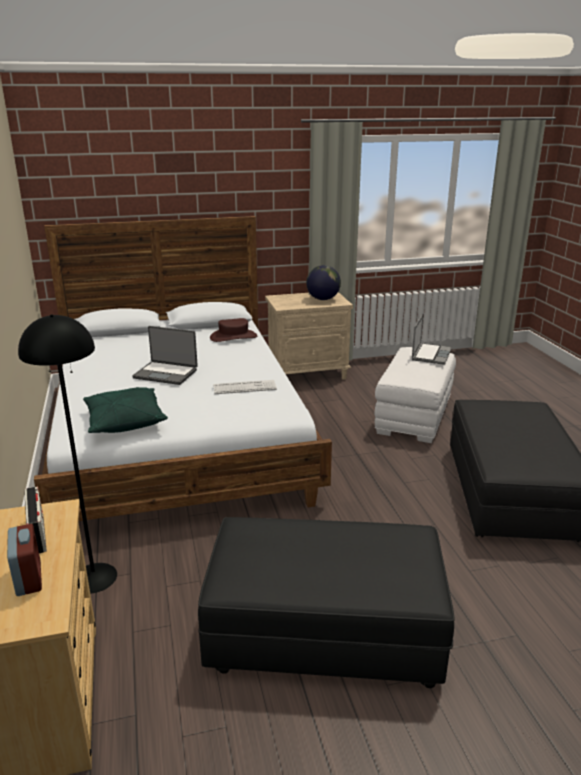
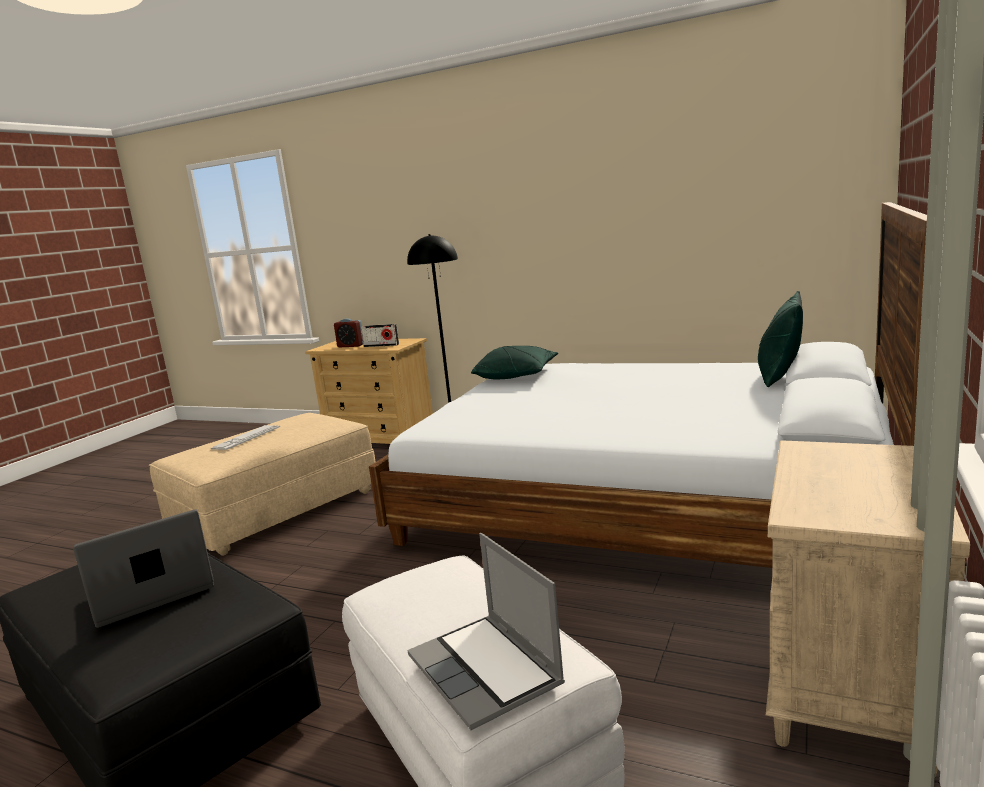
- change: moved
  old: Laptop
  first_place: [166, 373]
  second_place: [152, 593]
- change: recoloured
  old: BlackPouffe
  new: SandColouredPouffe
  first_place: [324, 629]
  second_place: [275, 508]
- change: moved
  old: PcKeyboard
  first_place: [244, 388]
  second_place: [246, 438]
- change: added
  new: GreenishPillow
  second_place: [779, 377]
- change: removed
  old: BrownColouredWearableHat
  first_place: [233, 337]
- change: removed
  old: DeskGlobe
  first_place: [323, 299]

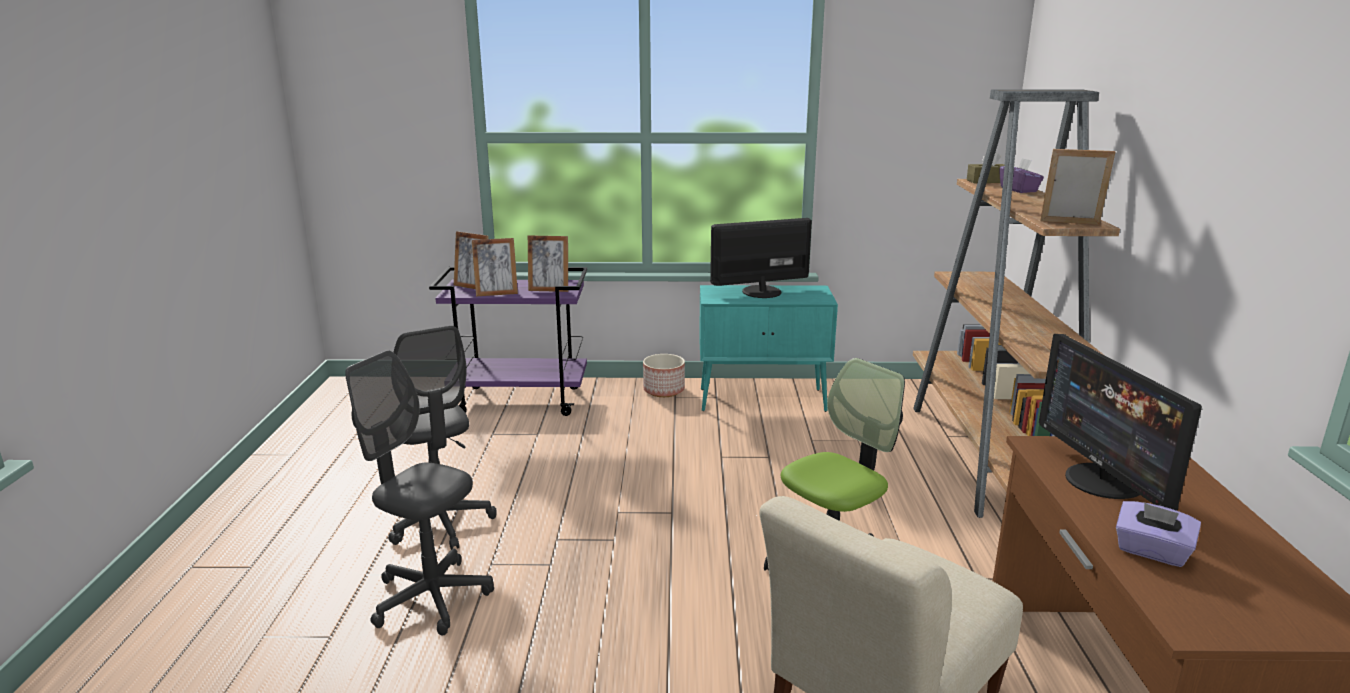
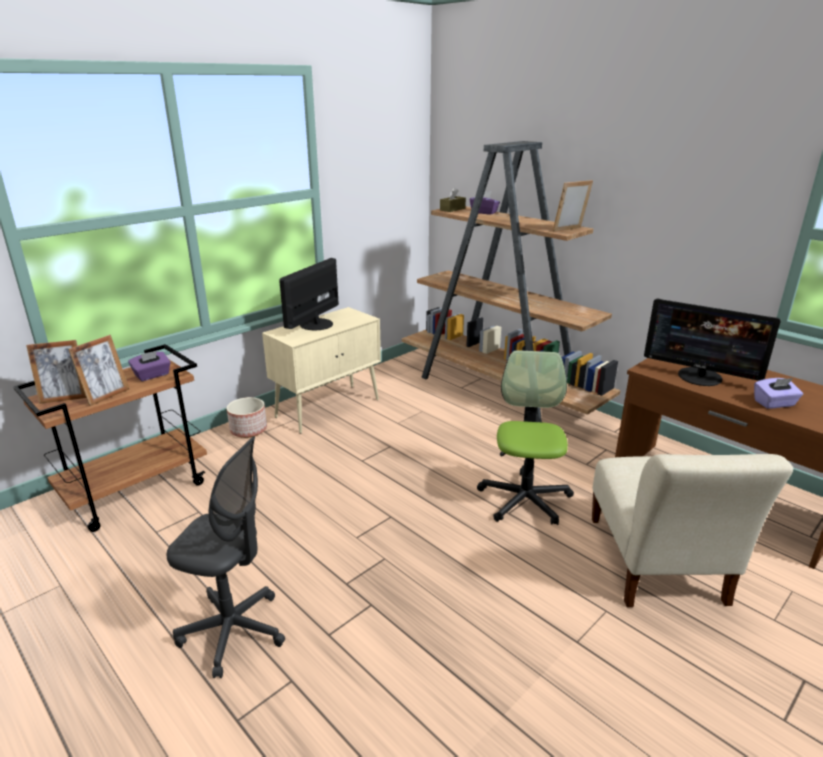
- change: recoloured
  old: PurpleColouredWheeledCart
  new: BrownColouredWheeledCart
  first_place: [521, 400]
  second_place: [137, 491]
- change: replaced
  old: PhotoFrame
  new: PurpleColouredTissueBox
  first_place: [549, 289]
  second_place: [152, 375]
- change: recoloured
  old: BlueGreenCabinet
  new: SandColouredCabinet
  first_place: [763, 400]
  second_place: [329, 408]
- change: removed
  old: GrayComputerChair
  first_place: [431, 598]

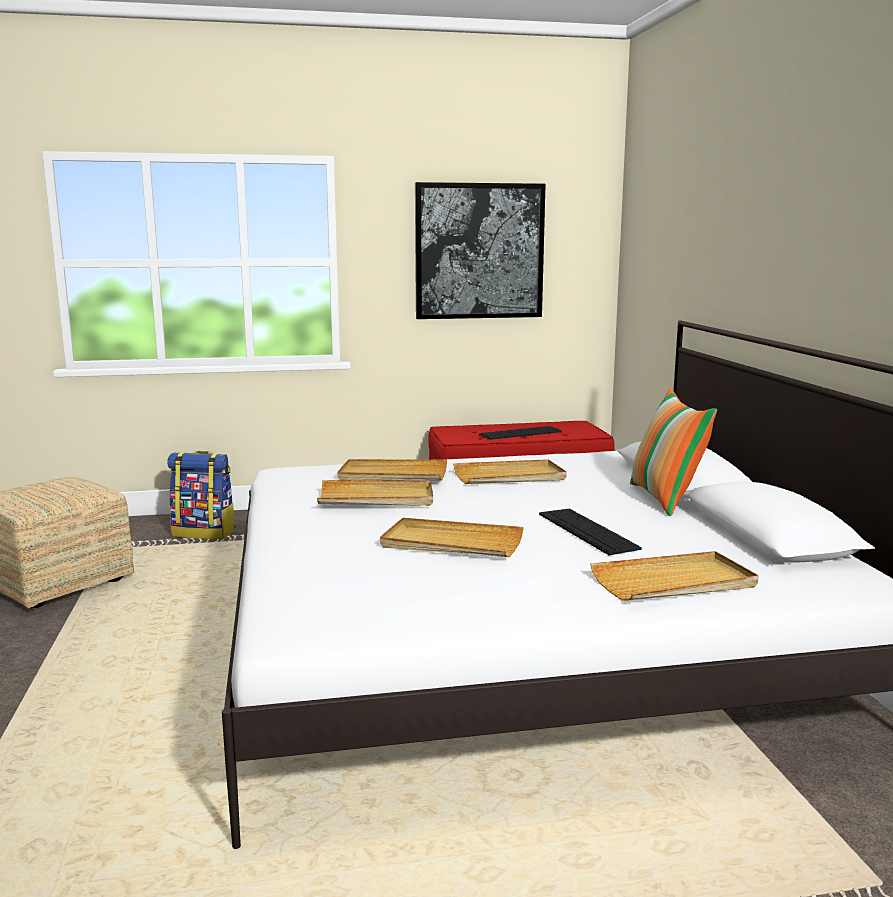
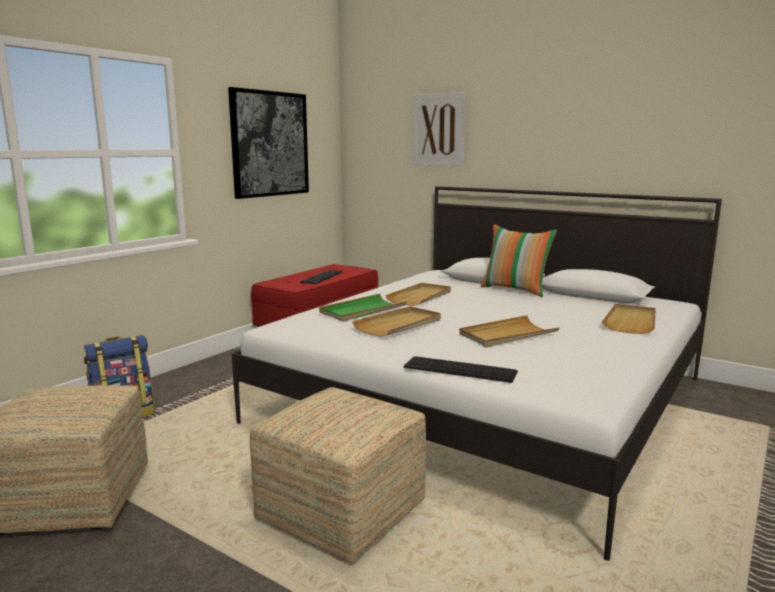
- change: added
  new: Pouffe
  second_place: [343, 514]
- change: recoloured
  old: SandColouredTray
  new: GreenishTray
  first_place: [392, 475]
  second_place: [362, 311]
- change: moved
  old: PcKeyboard
  first_place: [587, 531]
  second_place: [460, 369]
- change: added
  new: WallArt
  second_place: [439, 130]

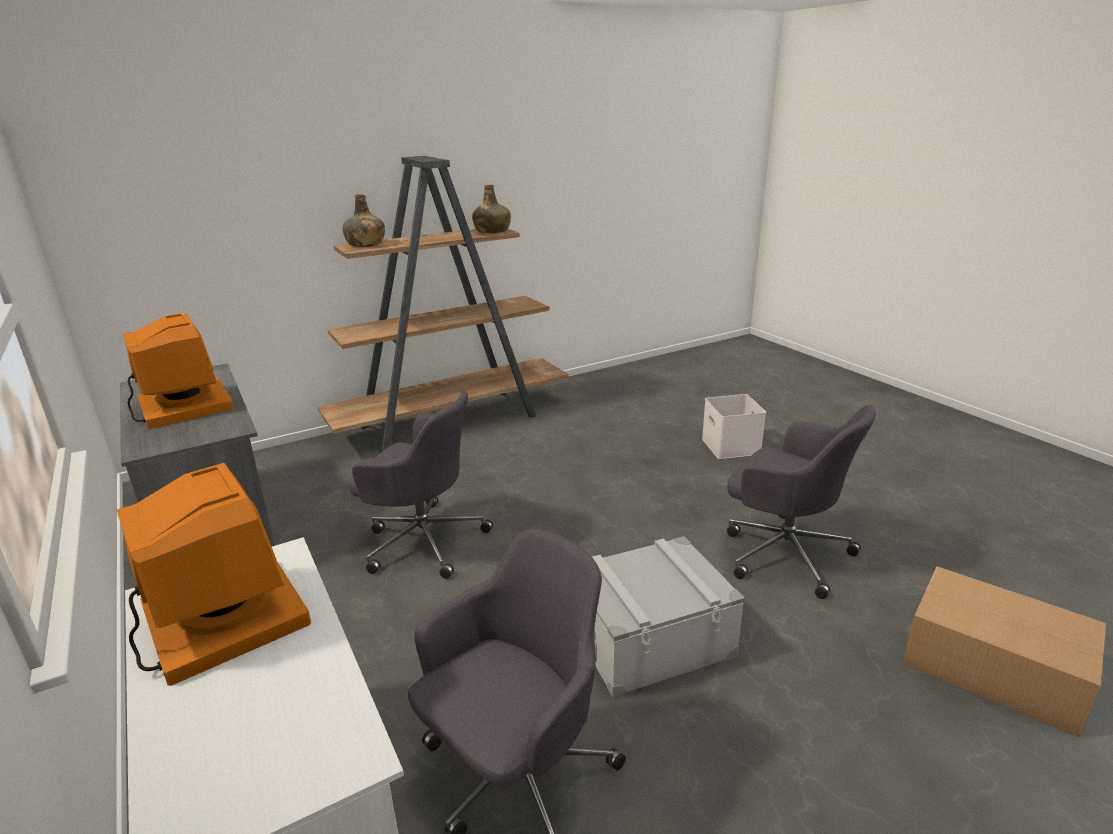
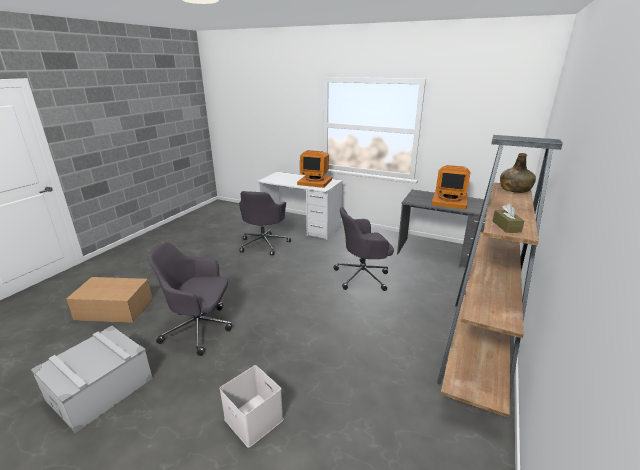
- change: moved
  old: GrayStorageContainer
  first_place: [650, 638]
  second_place: [100, 389]
- change: replaced
  old: GreenishBeverageBottle
  new: BrownColouredTissueBox
  first_place: [492, 231]
  second_place: [506, 226]

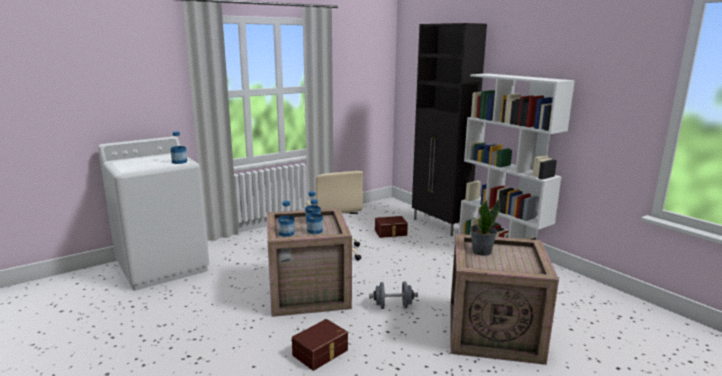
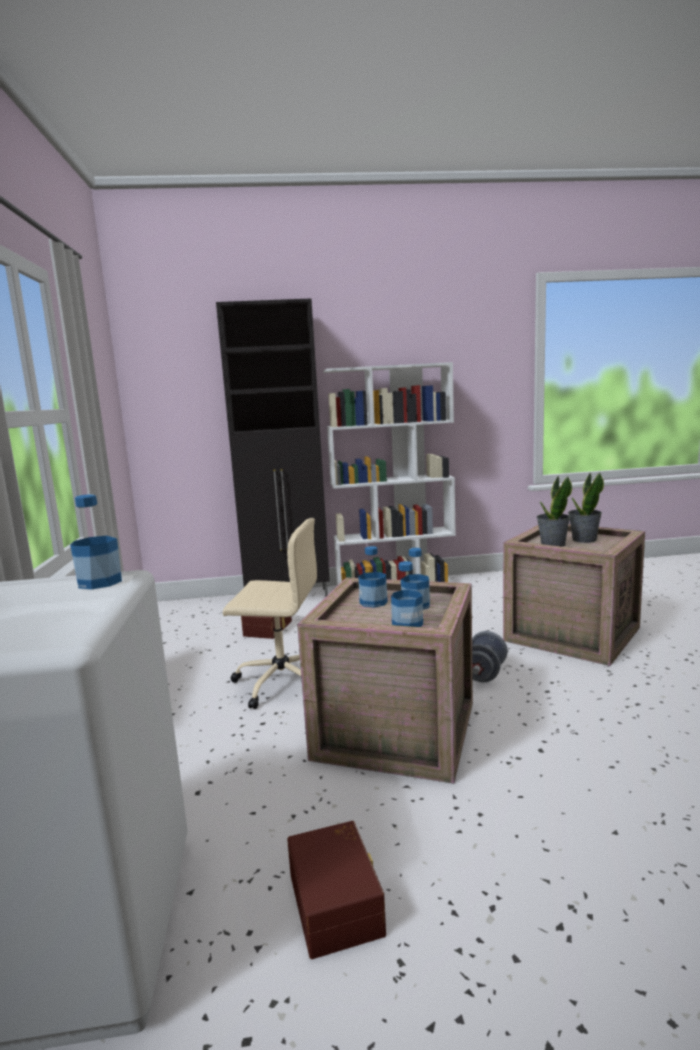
- change: moved
  old: BrownColouredStorageContainer
  first_place: [321, 353]
  second_place: [338, 902]
- change: added
  new: PlantInAPot
  second_place: [584, 540]

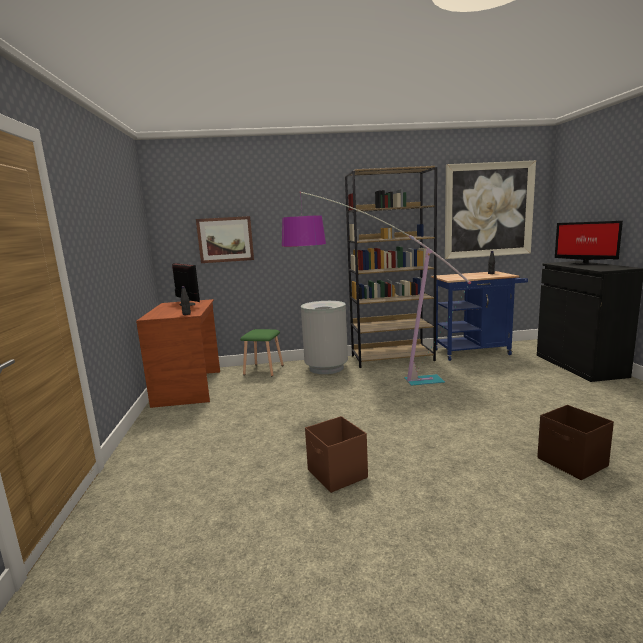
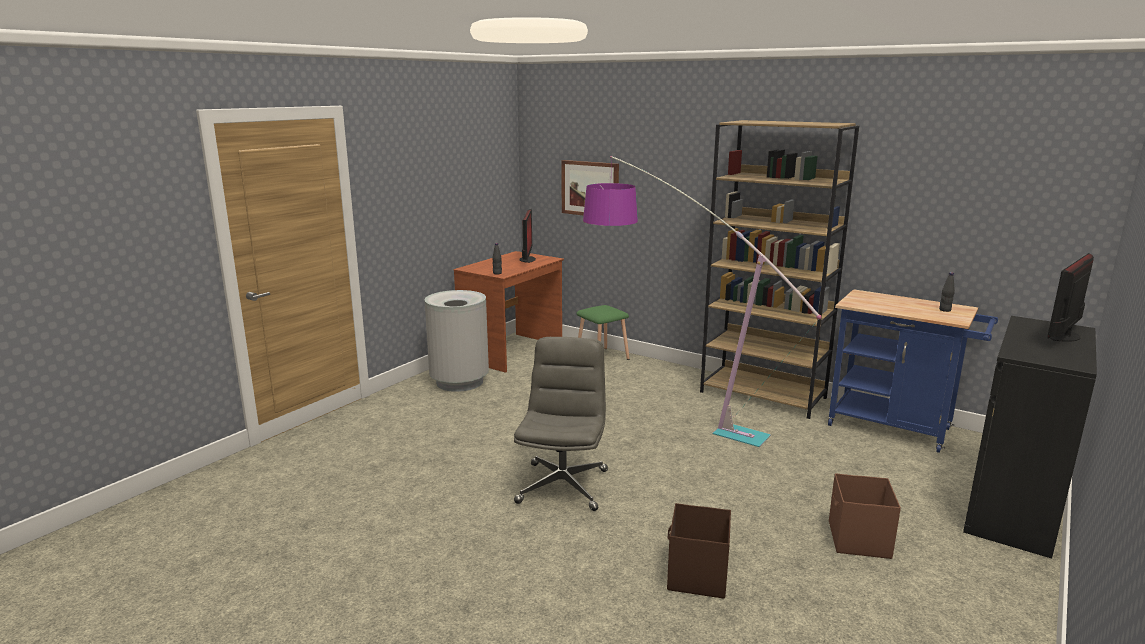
- change: moved
  old: GrayWasteBin
  first_place: [326, 368]
  second_place: [459, 382]
- change: added
  new: GrayComputerChair
  second_place: [562, 485]
- change: moved
  old: BrownColouredStorageContainer
  first_place: [337, 474]
  second_place: [858, 540]
- change: turned
  old: Monitor
  first_place: [584, 263]
  second_place: [1064, 336]
  degrees: 45
- change: removed
  old: WallArt
  first_place: [488, 210]

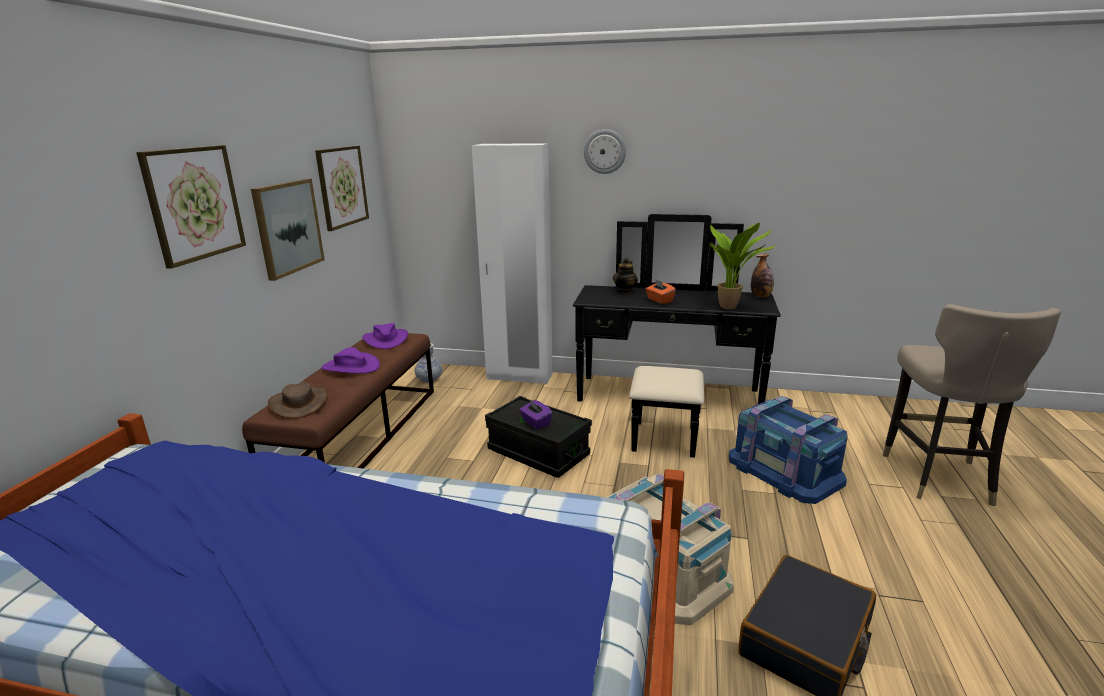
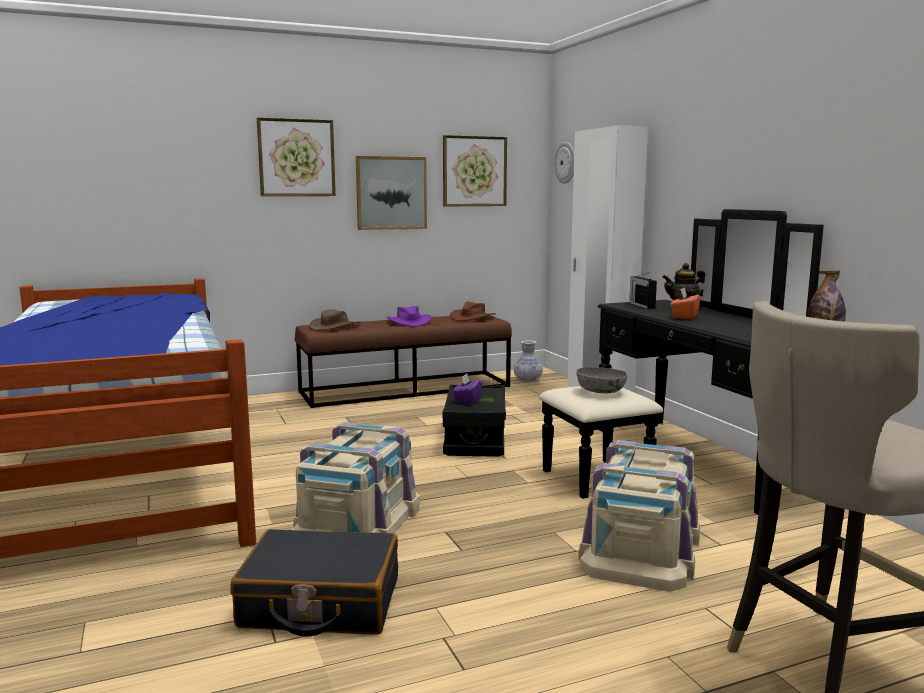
- change: recoloured
  old: PurpleColouredWearableHat
  new: BrownColouredWearableHat
  first_place: [385, 340]
  second_place: [472, 317]
- change: moved
  old: ClockOnTheWall
  first_place: [605, 151]
  second_place: [566, 163]
- change: added
  new: GrayBowl
  second_place: [601, 391]
- change: recoloured
  old: BlueStorageContainer
  new: SandColouredStorageContainer
  first_place: [784, 470]
  second_place: [639, 548]
- change: added
  new: RadioSet
  second_place: [641, 305]
- change: removed
  old: PlantInAPot
  first_place: [731, 307]

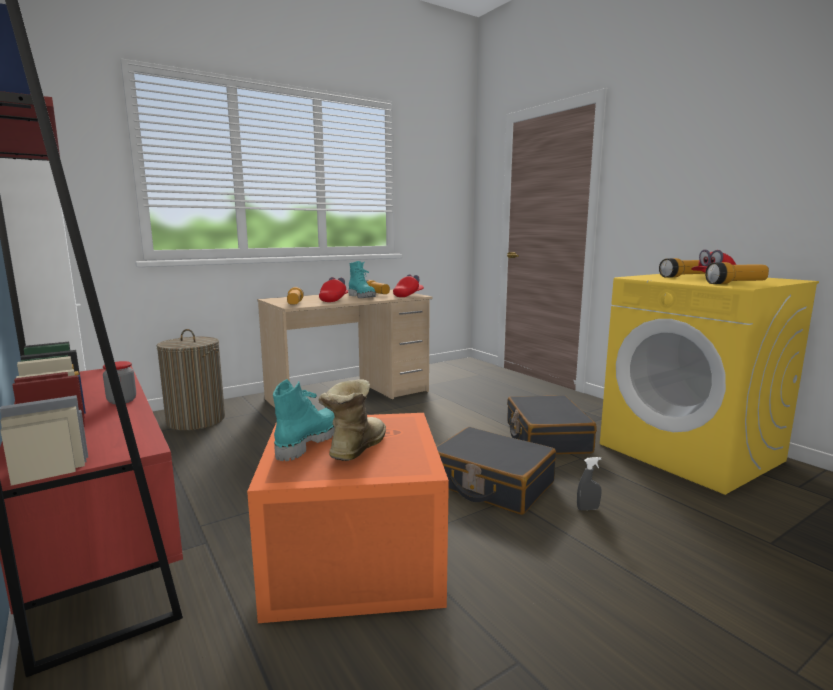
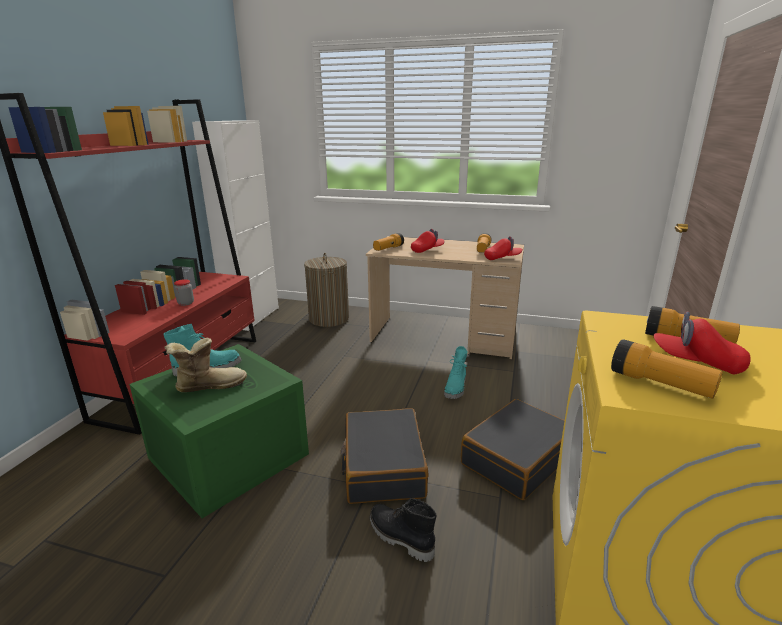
- change: recoloured
  old: OrangeColouredStorageContainer
  new: GreenishStorageContainer
  first_place: [351, 559]
  second_place: [226, 456]
- change: replaced
  old: GraySprayBottle
  new: BlackBoot
  first_place: [588, 509]
  second_place: [399, 538]
- change: moved
  old: BlueGreenBoot
  first_place: [362, 297]
  second_place: [456, 388]

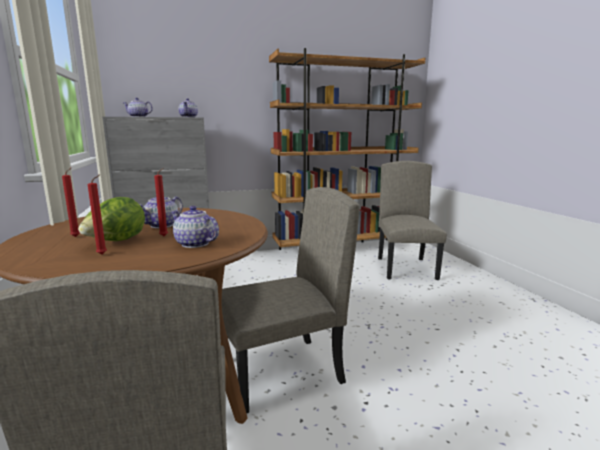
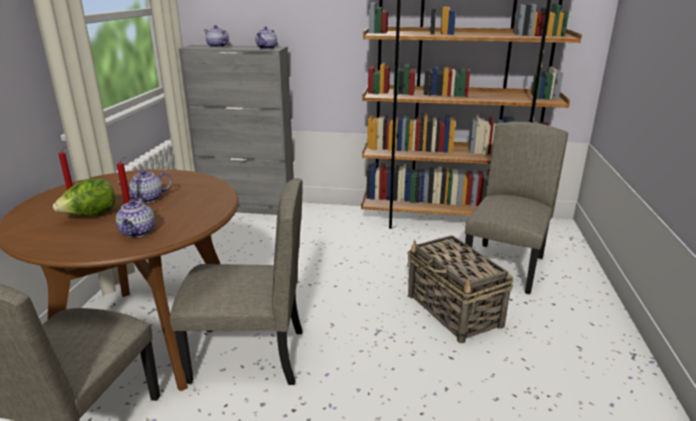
- change: turned
  old: Teapot
  first_place: [195, 244]
  second_place: [138, 232]
  degrees: -150
- change: added
  new: StorageBasket
  second_place: [454, 311]
- change: removed
  old: ReddishWaxCandle
  first_place: [103, 254]

